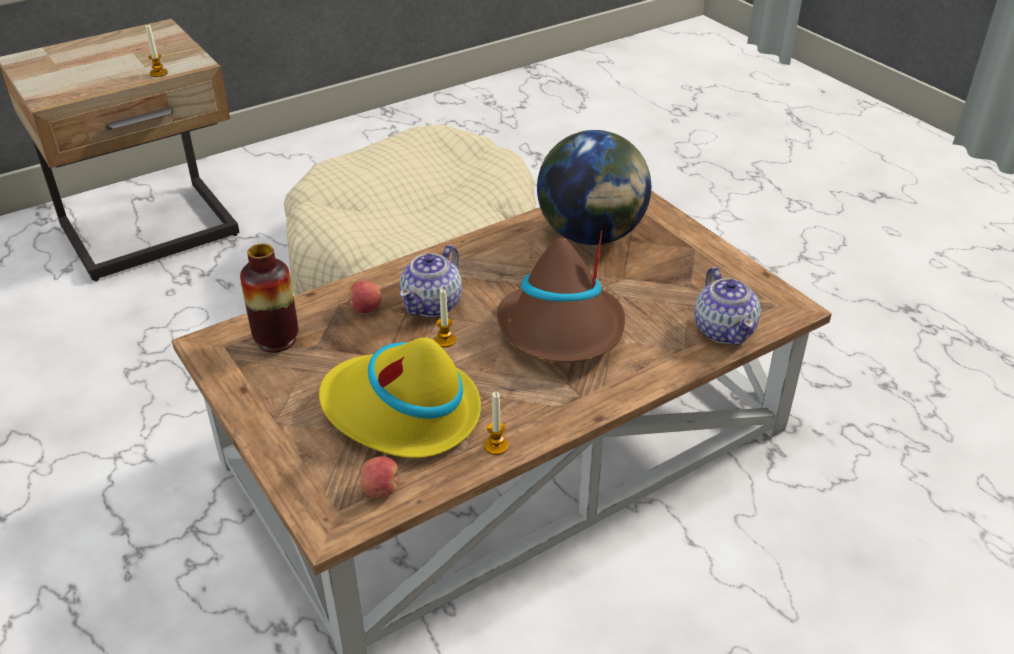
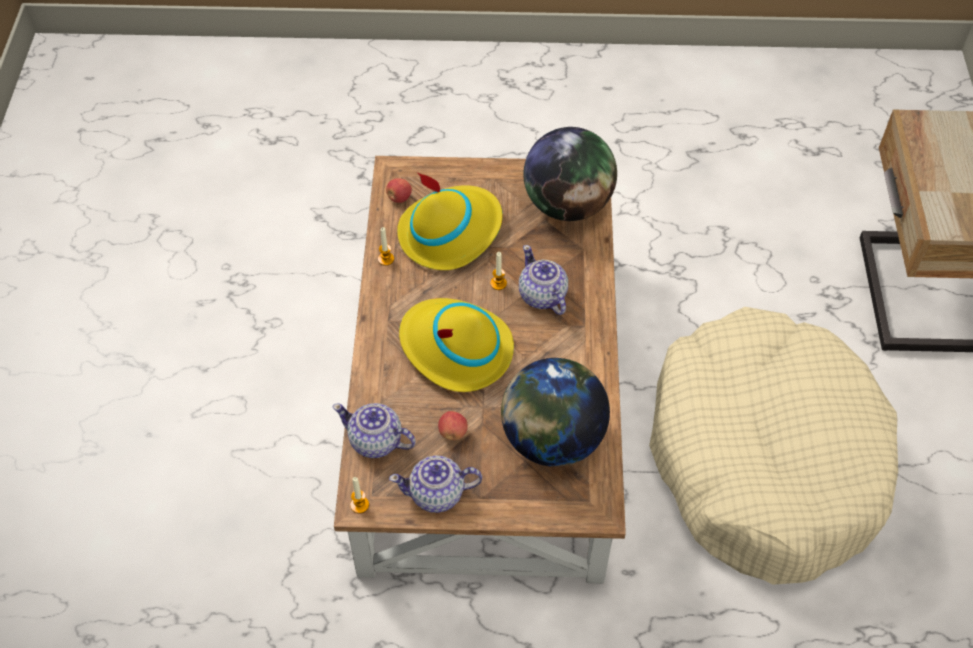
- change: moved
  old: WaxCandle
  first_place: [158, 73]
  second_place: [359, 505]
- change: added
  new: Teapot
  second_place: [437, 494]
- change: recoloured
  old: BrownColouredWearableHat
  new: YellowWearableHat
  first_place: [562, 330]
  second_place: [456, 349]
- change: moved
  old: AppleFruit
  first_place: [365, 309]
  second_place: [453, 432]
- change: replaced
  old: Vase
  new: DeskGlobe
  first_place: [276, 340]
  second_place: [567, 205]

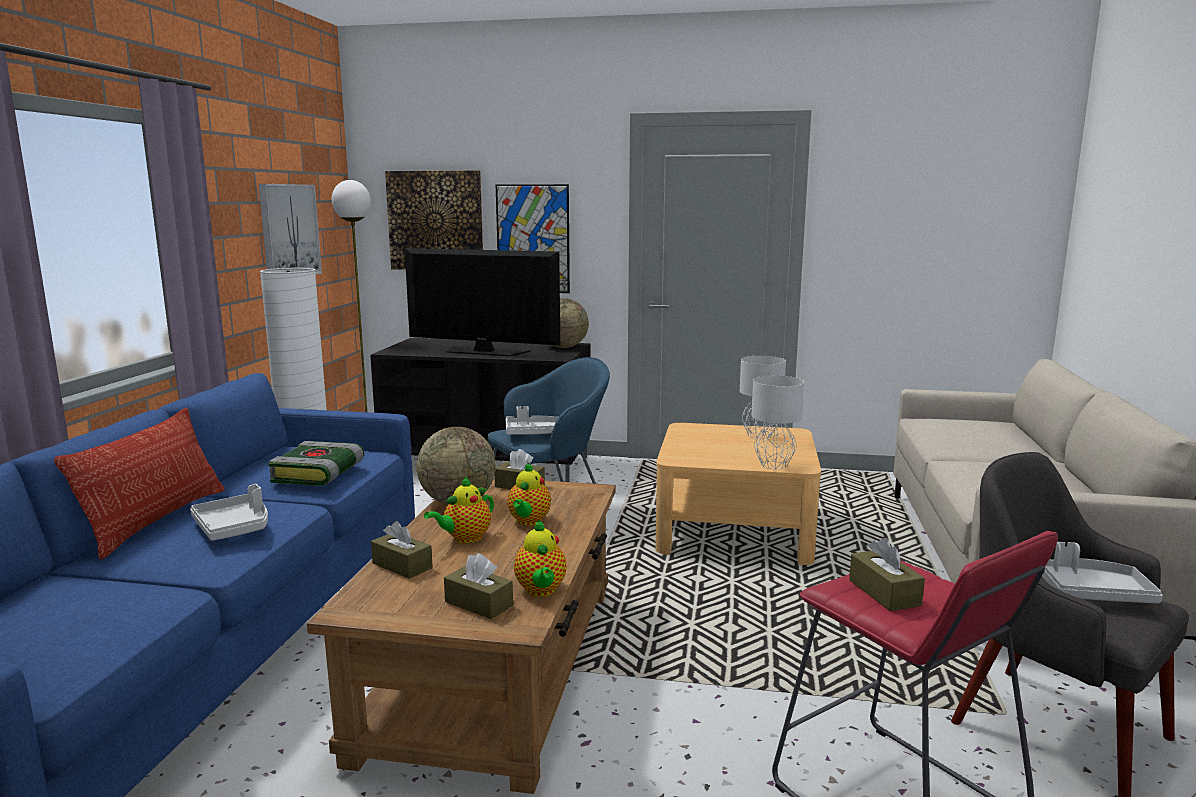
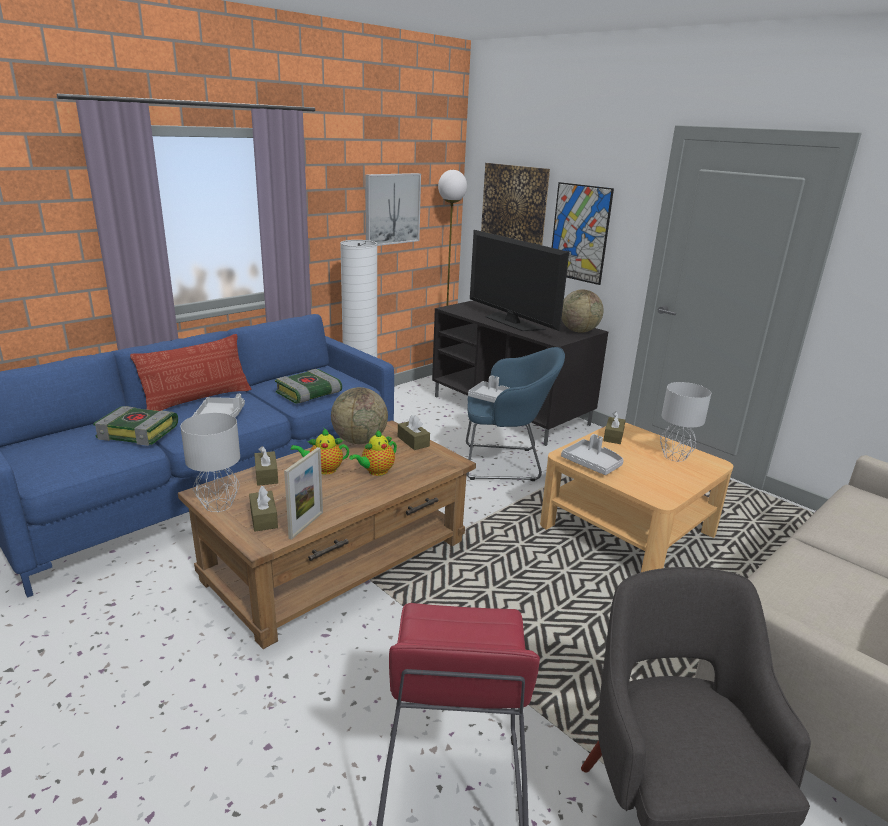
- change: added
  new: BoundBook
  second_place: [139, 432]
- change: moved
  old: GrayLampForATable
  first_place: [774, 465]
  second_place: [219, 505]
- change: replaced
  old: Teapot
  new: PhotoFrame
  first_place: [541, 591]
  second_place: [306, 525]
- change: moved
  old: GrayTray
  first_place: [1091, 592]
  second_place: [592, 463]
- change: moved
  old: BrownColouredTissueBox
  first_place: [884, 593]
  second_place: [613, 436]

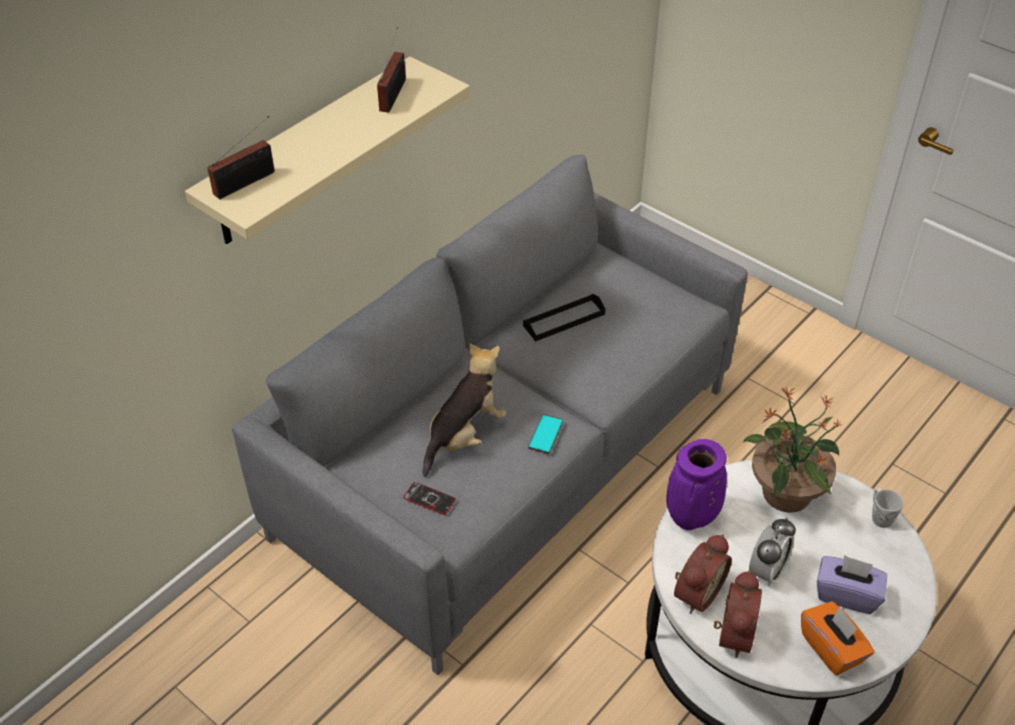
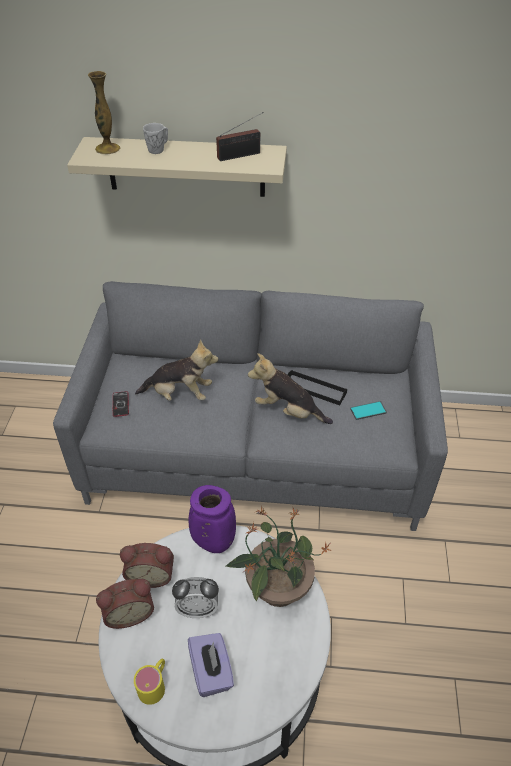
- change: replaced
  old: RadioSet
  new: Vase
  first_place: [248, 182]
  second_place: [107, 149]
- change: replaced
  old: OrangeColouredTissueBox
  new: YellowMug
  first_place: [832, 648]
  second_place: [154, 684]
- change: moved
  old: WhitishMug
  first_place: [879, 516]
  second_place: [158, 149]
- change: added
  new: PlushToy
  second_place: [288, 411]
- change: moved
  old: Telephone
  first_place: [545, 434]
  second_place: [368, 410]

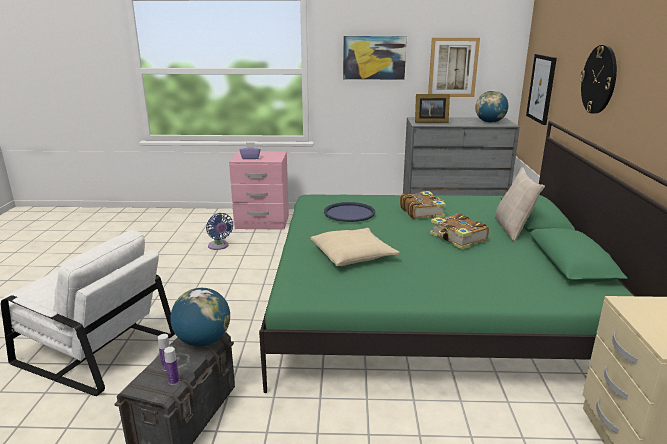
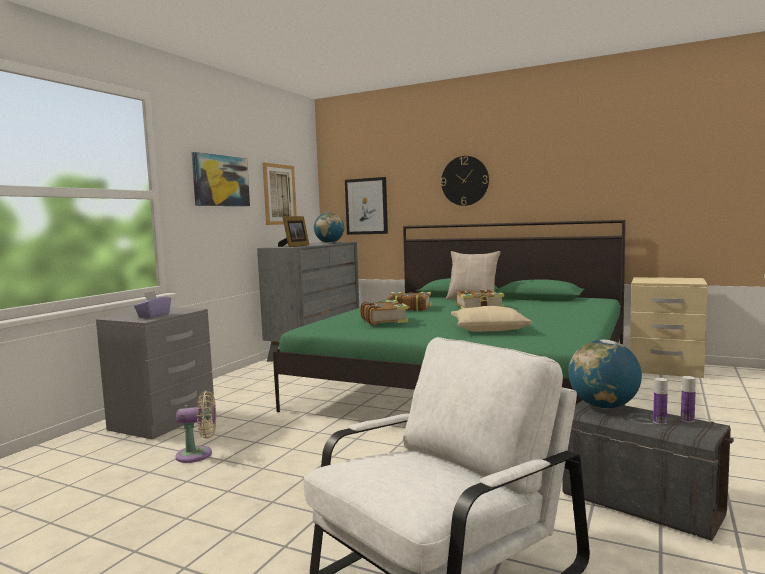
- change: recoloured
  old: PinkColouredNightstand
  new: GrayNightstand
  first_place: [262, 222]
  second_place: [163, 421]
- change: recoloured
  old: BlueElectricFan
  new: SandColouredElectricFan
  first_place: [219, 246]
  second_place: [198, 454]
- change: replaced
  old: BlueTray
  new: BoundBook
  first_place: [349, 213]
  second_place: [384, 320]

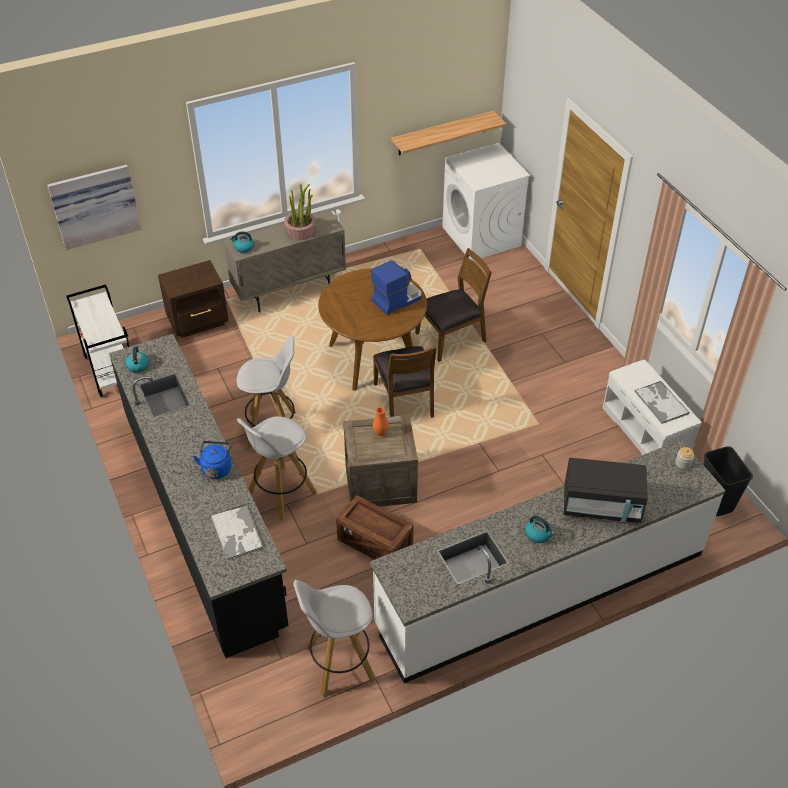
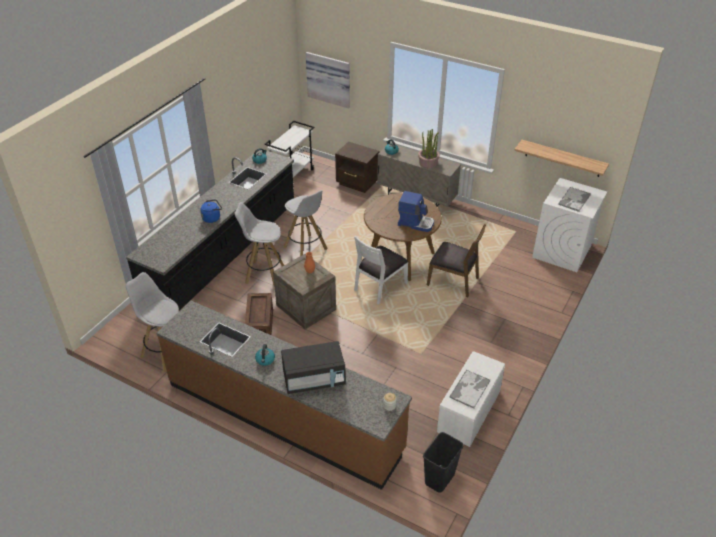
- change: recoloured
  old: WhitishKitchenCounter
  new: BrownColouredKitchenCounter
  first_place: [541, 589]
  second_place: [284, 416]
- change: turned
  old: BlackMicrowave
  first_place: [601, 505]
  second_place: [314, 379]
  degrees: -75
- change: recoloured
  old: BrownColouredUprightChair
  new: WhitishUprightChair
  first_place: [405, 400]
  second_place: [379, 286]
- change: moved
  old: Tray
  first_place: [237, 533]
  second_place: [574, 200]

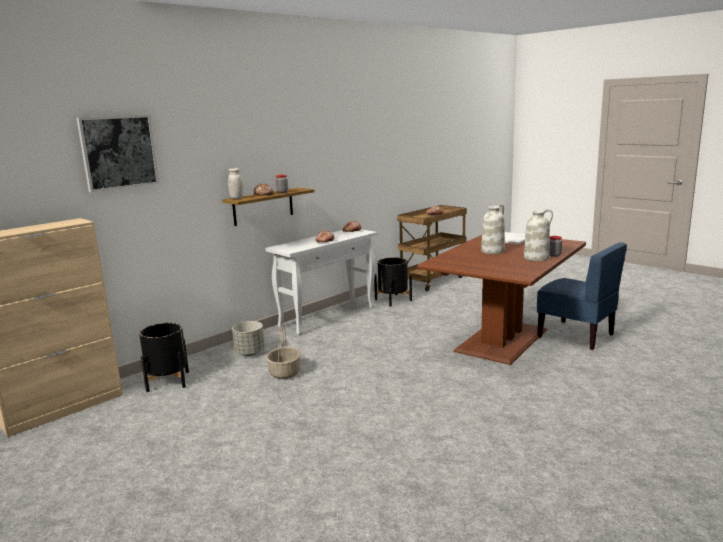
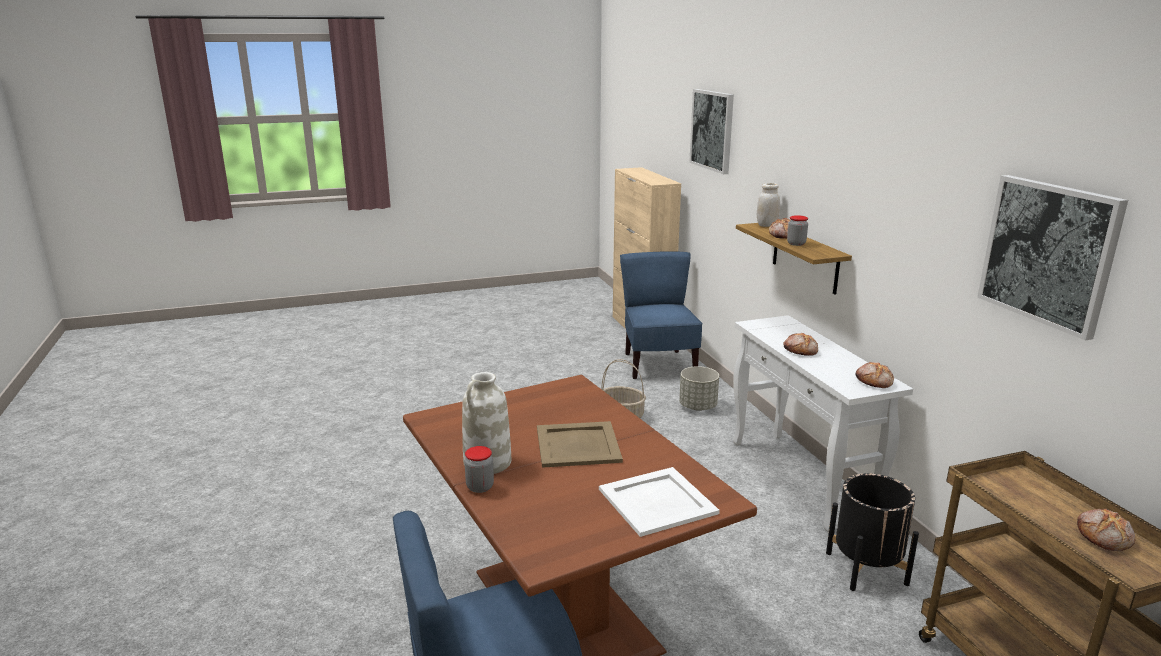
- change: replaced
  old: WhitishVase
  new: SandColouredTray
  first_place: [493, 251]
  second_place: [578, 445]
- change: replaced
  old: BlackPlanter
  new: BlueUprightChair
  first_place: [168, 381]
  second_place: [658, 365]
- change: added
  new: WallArt
  second_place: [1048, 253]

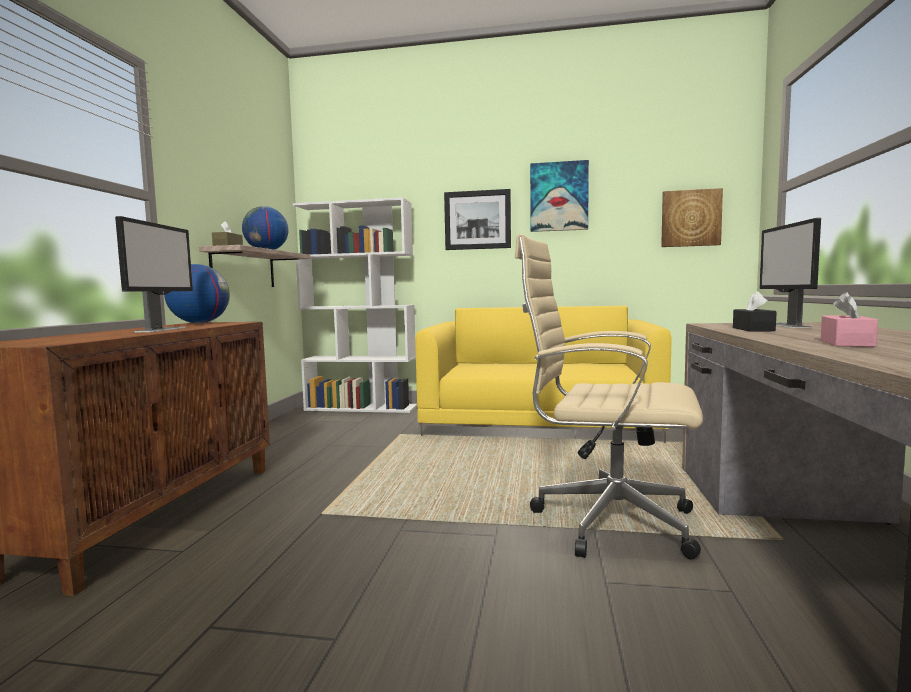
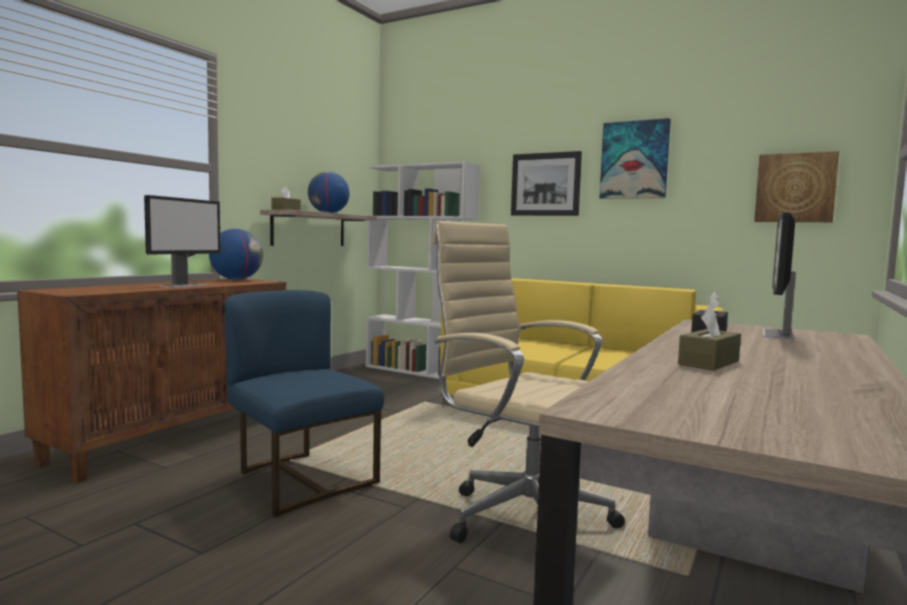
- change: added
  new: BlueUprightChair
  second_place: [301, 480]
- change: recoloured
  old: PinkColouredTissueBox
  new: BrownColouredTissueBox
  first_place: [846, 343]
  second_place: [708, 363]

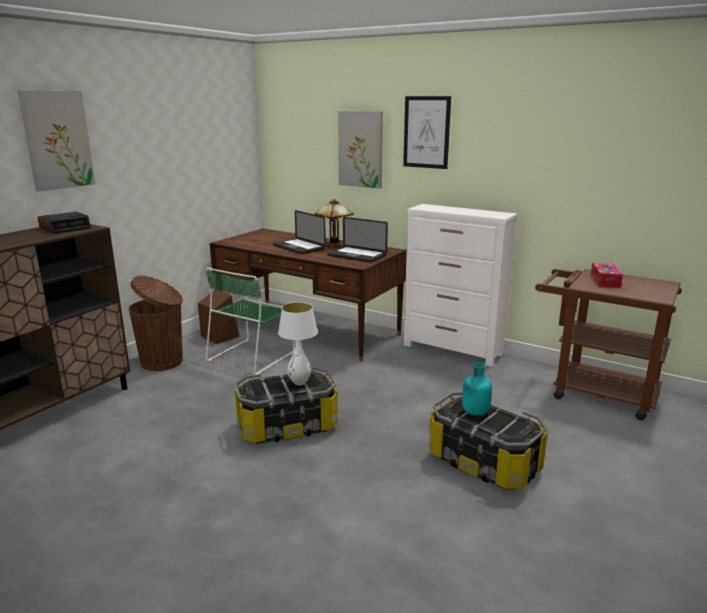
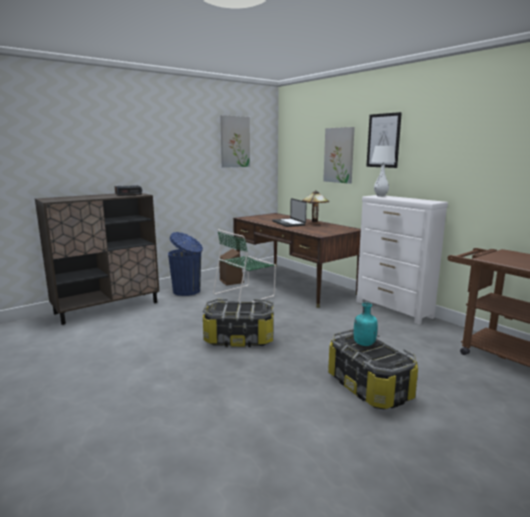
- change: recoloured
  old: BrownColouredWasteBin
  new: BlueWasteBin
  first_place: [163, 362]
  second_place: [187, 291]
- change: moved
  old: WallArt
  first_place: [57, 140]
  second_place: [234, 142]
- change: moved
  old: WhitishLampForATable
  first_place: [299, 383]
  second_place: [380, 196]
- change: removed
  old: Laptop
  first_place: [357, 255]
- change: removed
  old: TissueBox
  first_place: [605, 281]

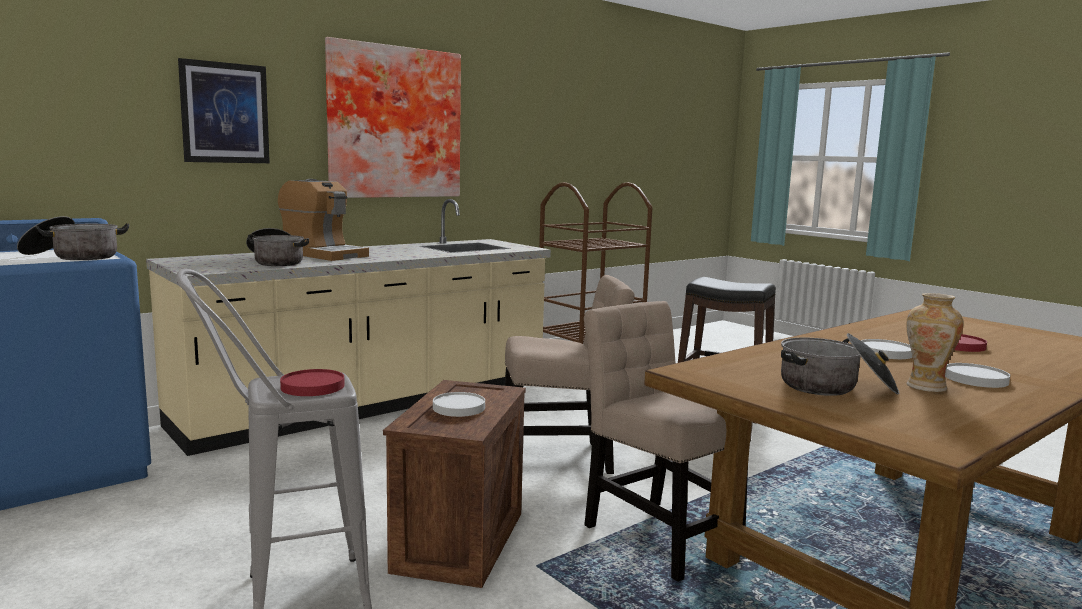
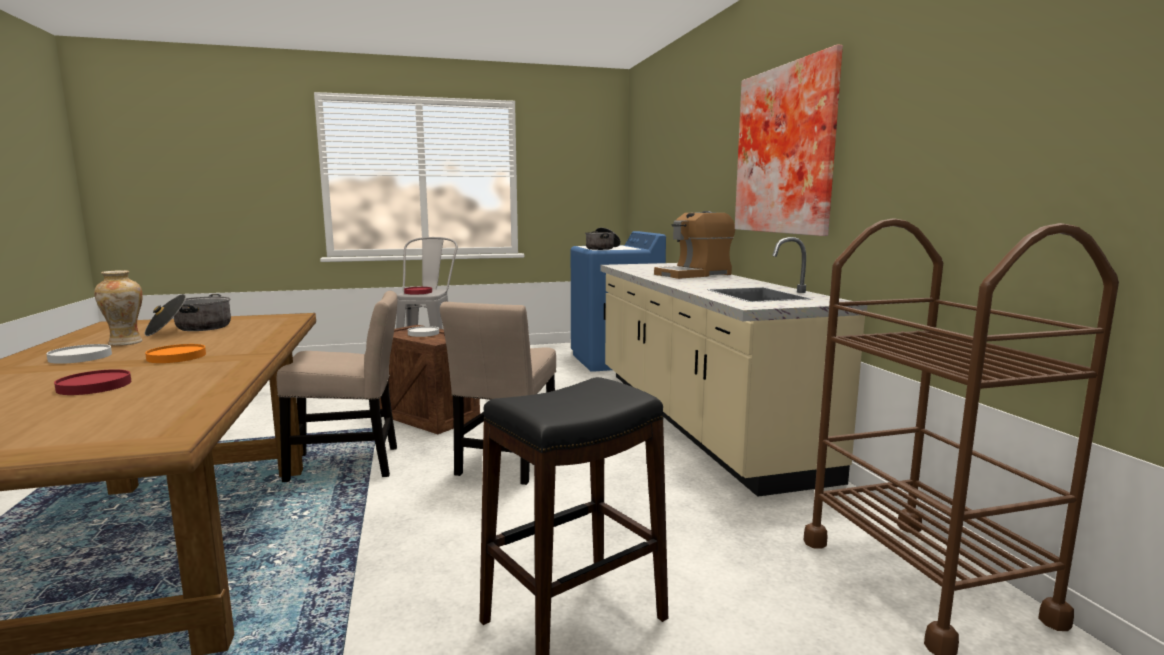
- change: recoloured
  old: WhitishDinnerPlate
  new: OrangeColouredDinnerPlate
  first_place: [885, 352]
  second_place: [176, 357]
- change: removed
  old: WallArt
  first_place: [225, 113]
- change: removed
  old: CookingPot
  first_place: [276, 262]

